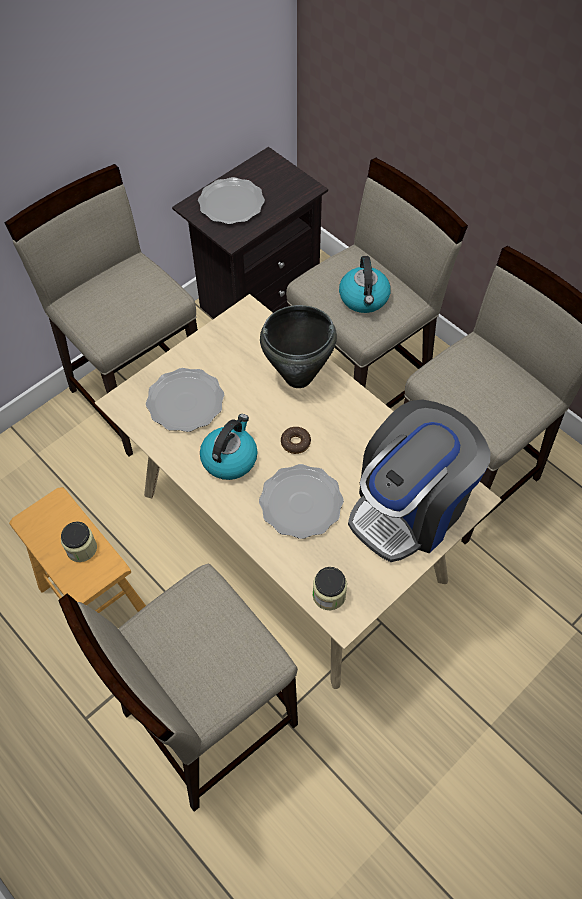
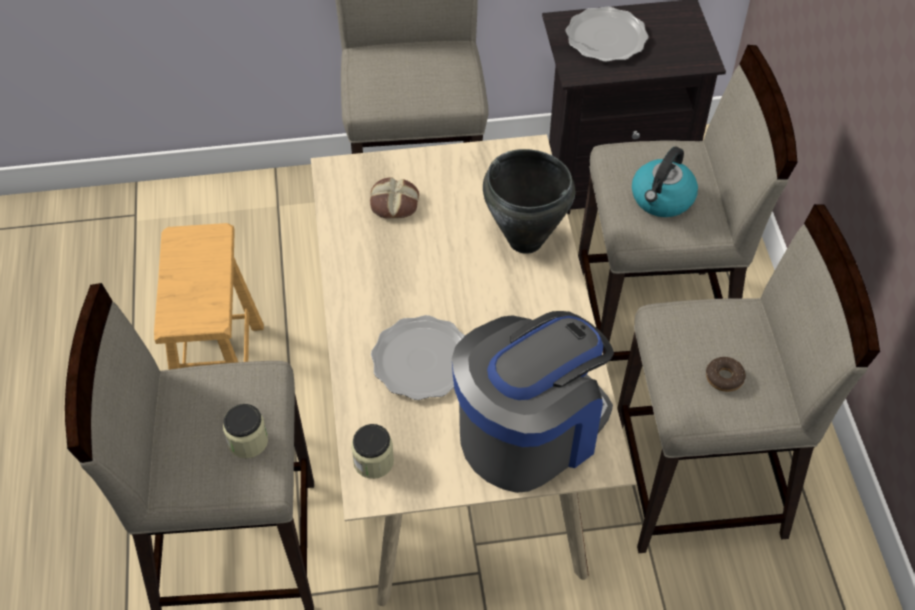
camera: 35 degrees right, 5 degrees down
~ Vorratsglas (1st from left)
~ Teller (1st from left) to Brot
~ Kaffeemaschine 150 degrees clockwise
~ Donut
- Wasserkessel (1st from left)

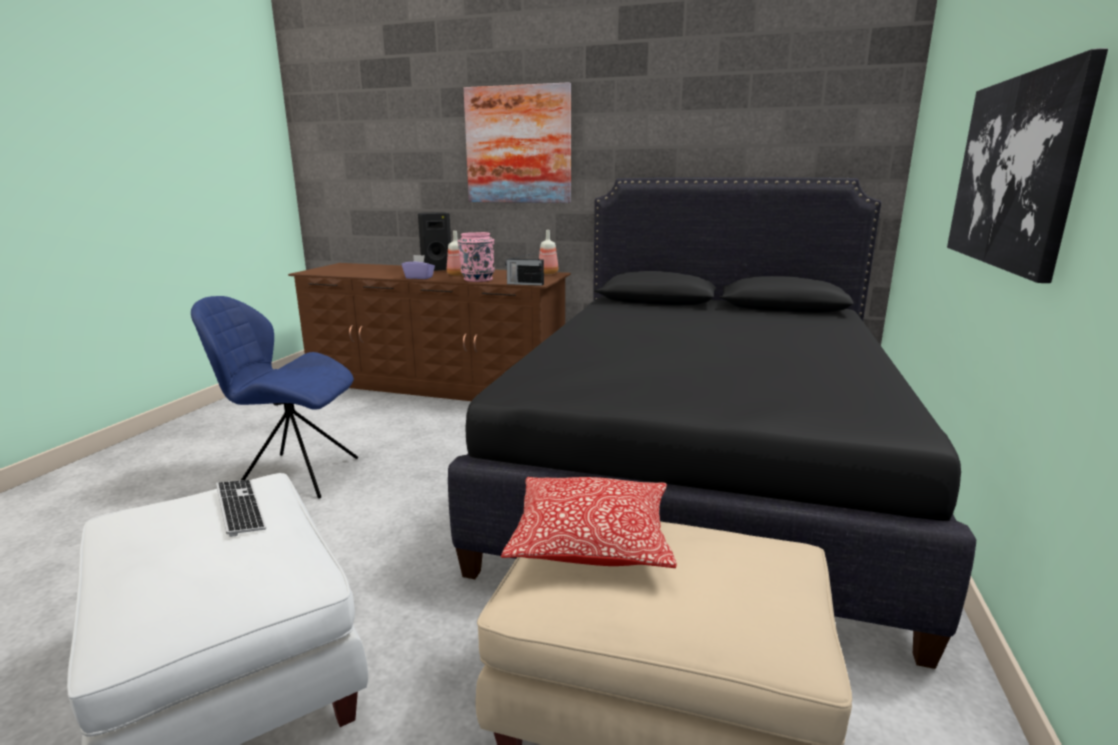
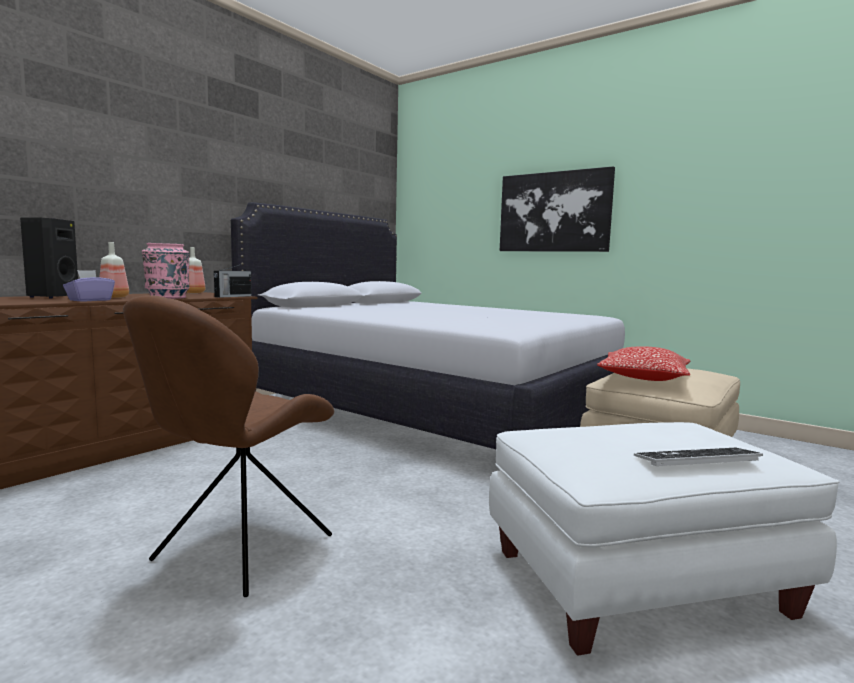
camera: 70 degrees left, 10 degrees down
~ Stuhl (blau) to Stuhl (braun)
~ Bett (schwarz) to Bett (weiß)
~ Tastatur
- Bild (1st from left)

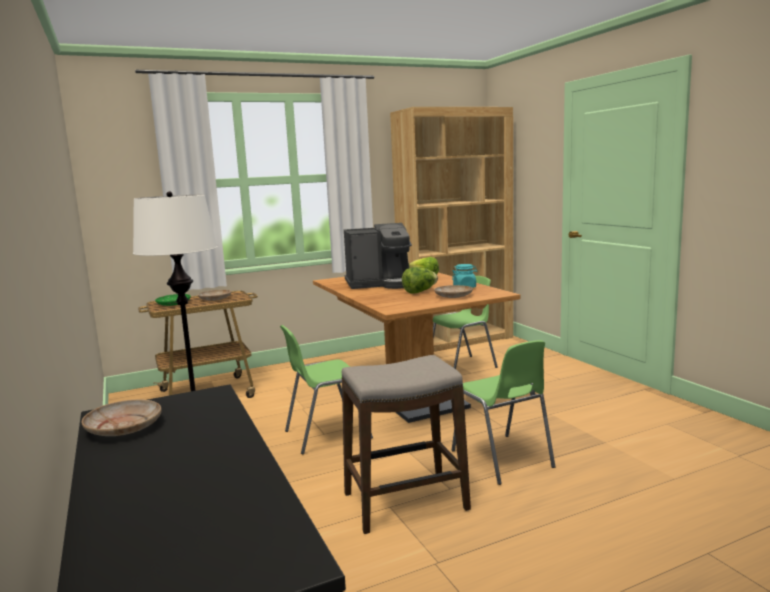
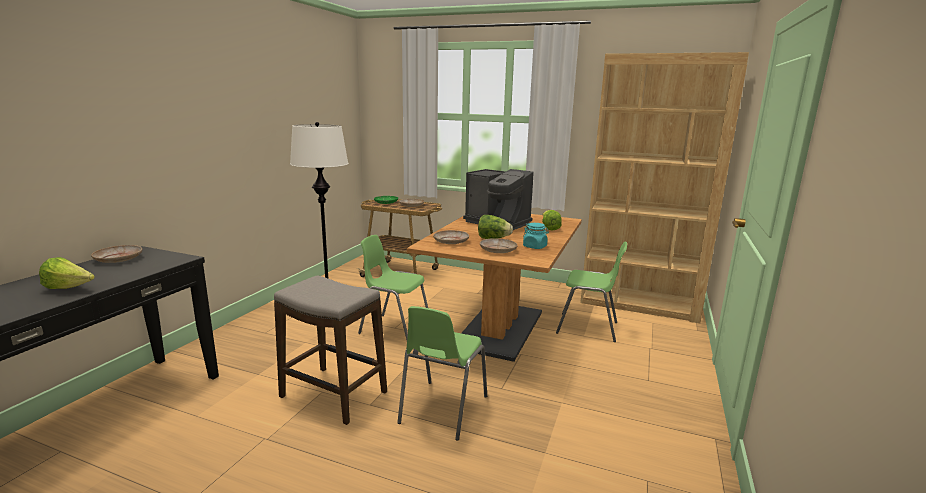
camera: 45 degrees right, 5 degrees up
+ Salatkopf (1st from left)
+ Teller (beige) (3rd from left)

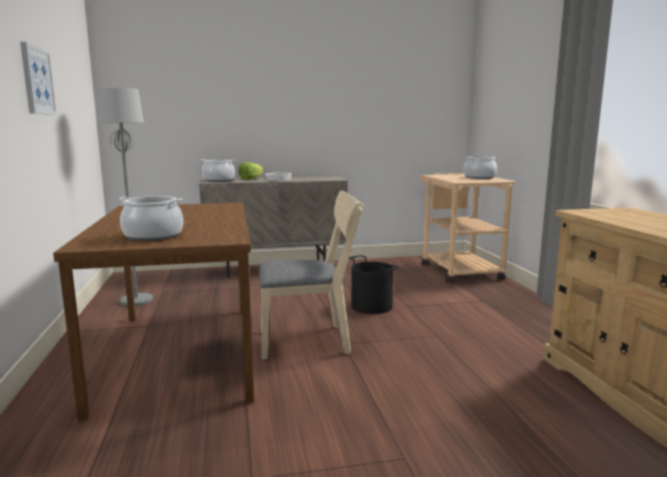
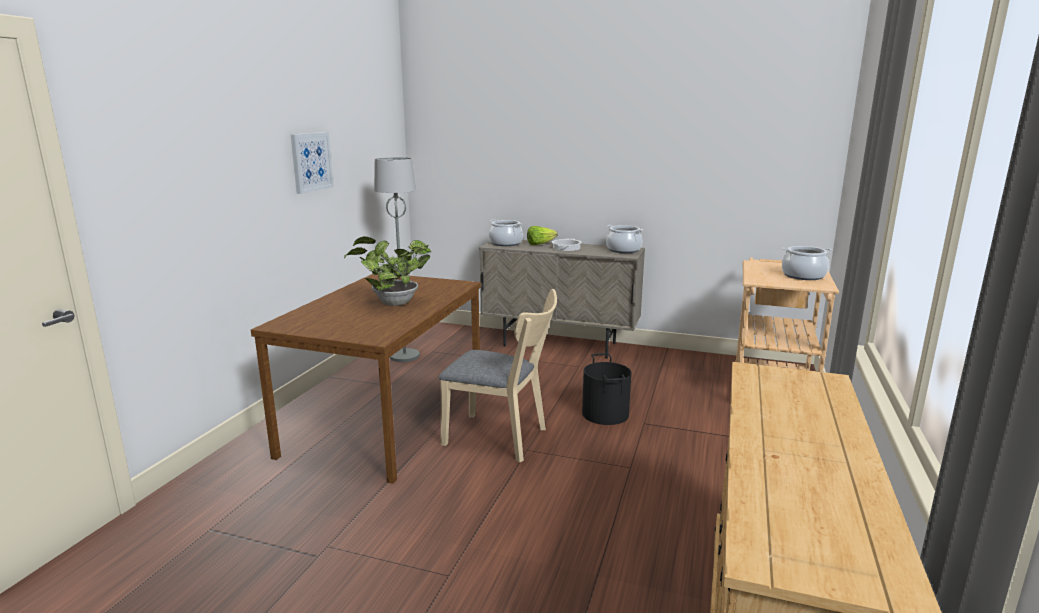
camera: 30 degrees right, 5 degrees up
+ Topfpflanze
~ Kochtopf (1st from left in the first image) to Kochtopf (3rd from left)

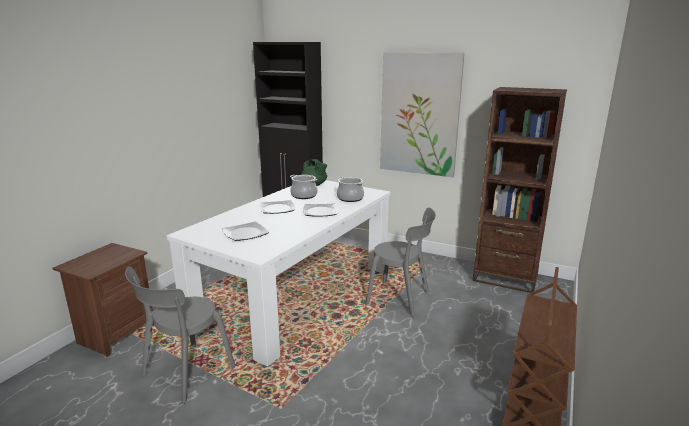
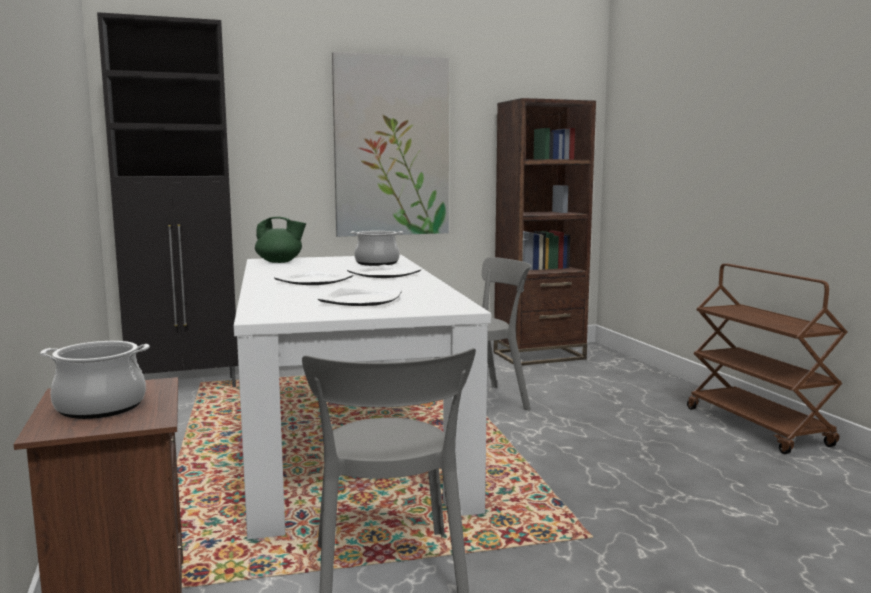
camera: 45 degrees left, 10 degrees down
~ Kochtopf (1st from left)

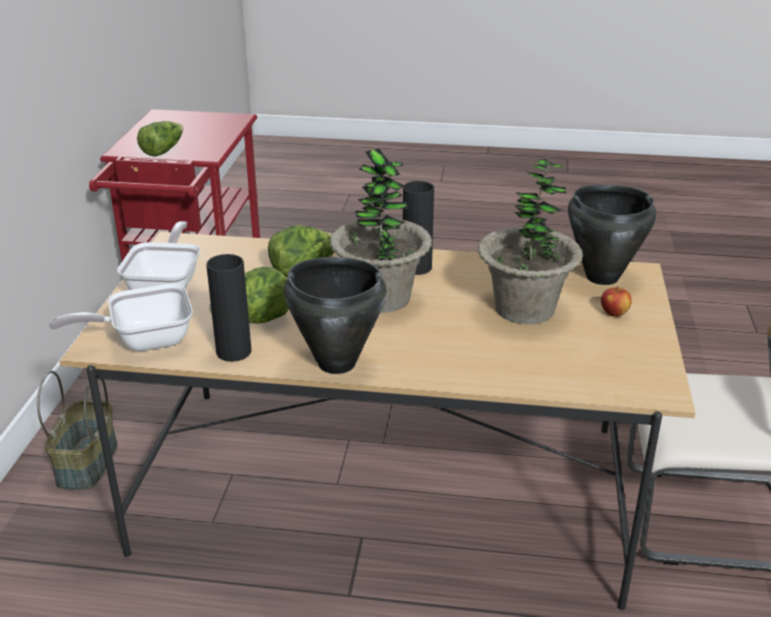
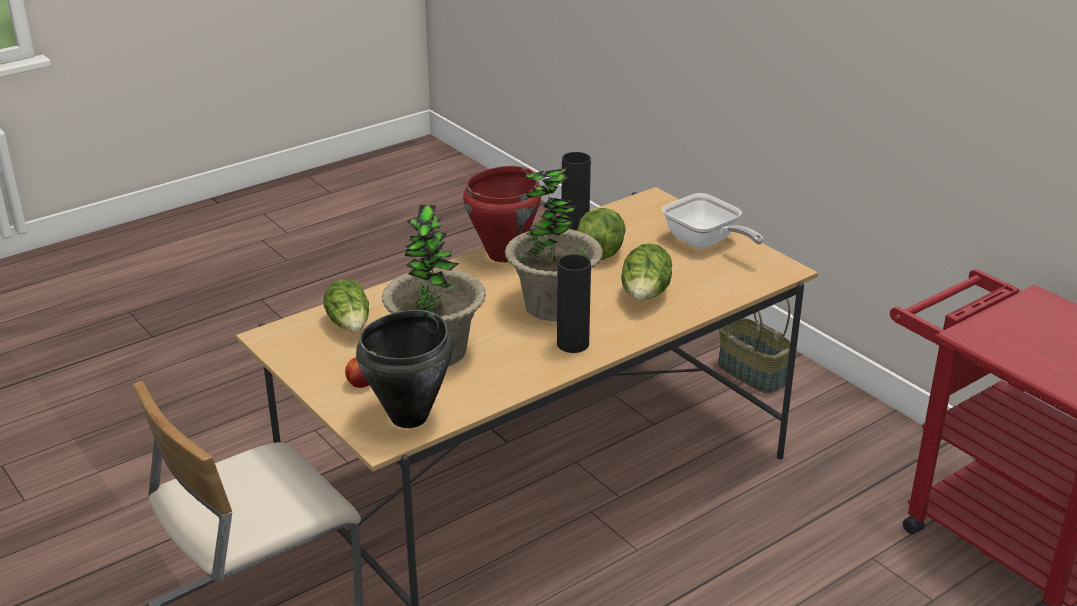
camera: 135 degrees right, 0 degrees up
~ Salatkopf (1st from left)
~ Kochtopf (schwarz) (1st from left) to Kochtopf (rot)
- Pfanne (1st from left)

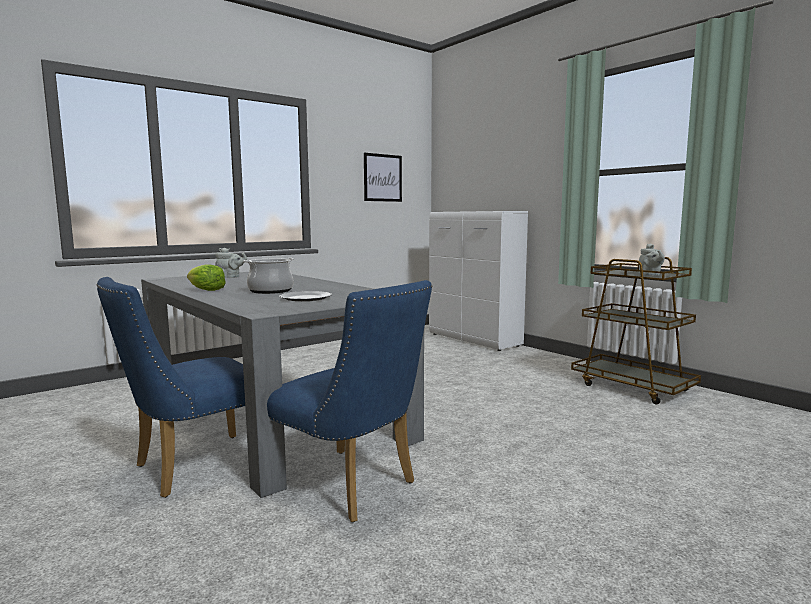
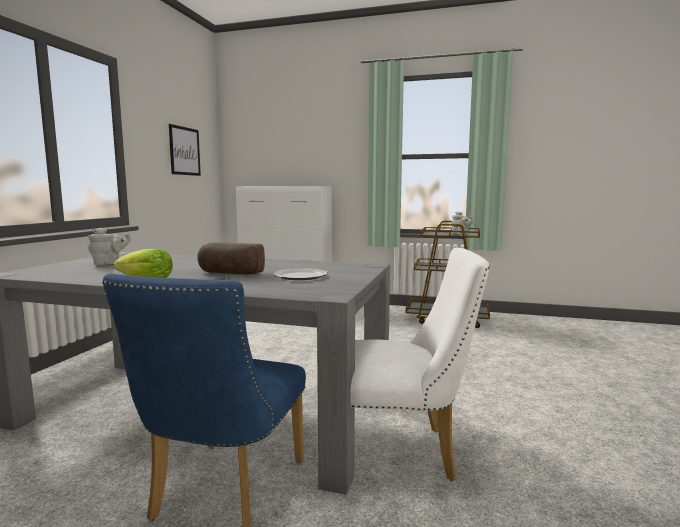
camera: 35 degrees left, 0 degrees up
~ Kochtopf to Brot
~ Stuhl (blau) (2nd from left) to Stuhl (weiß)

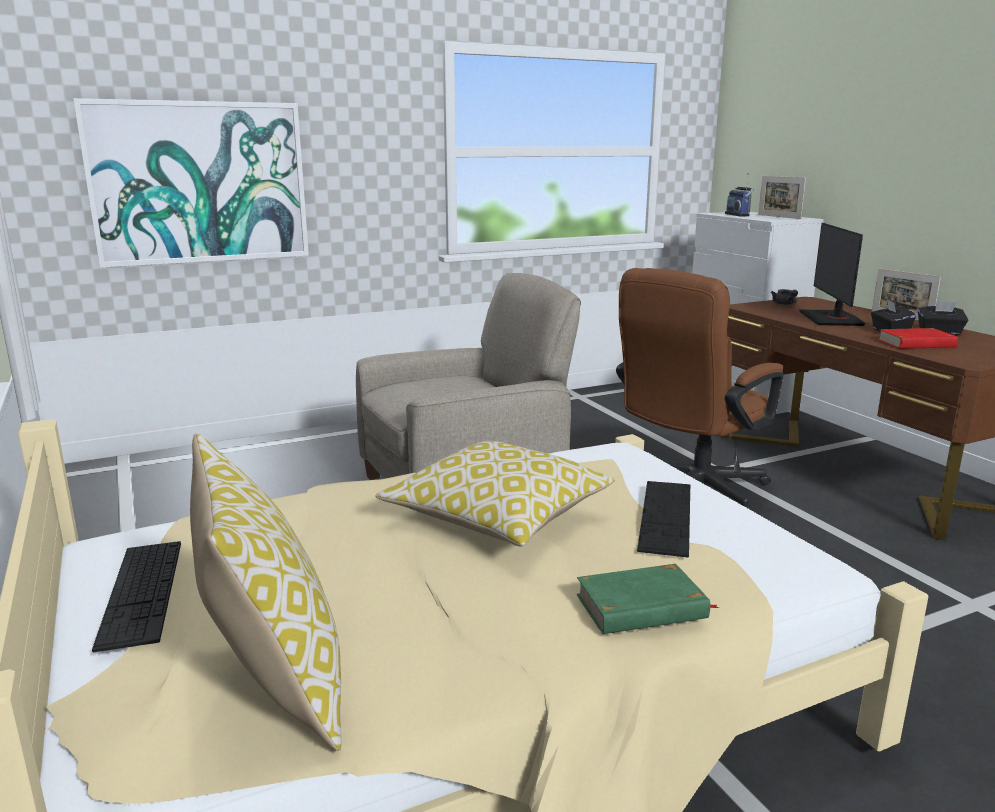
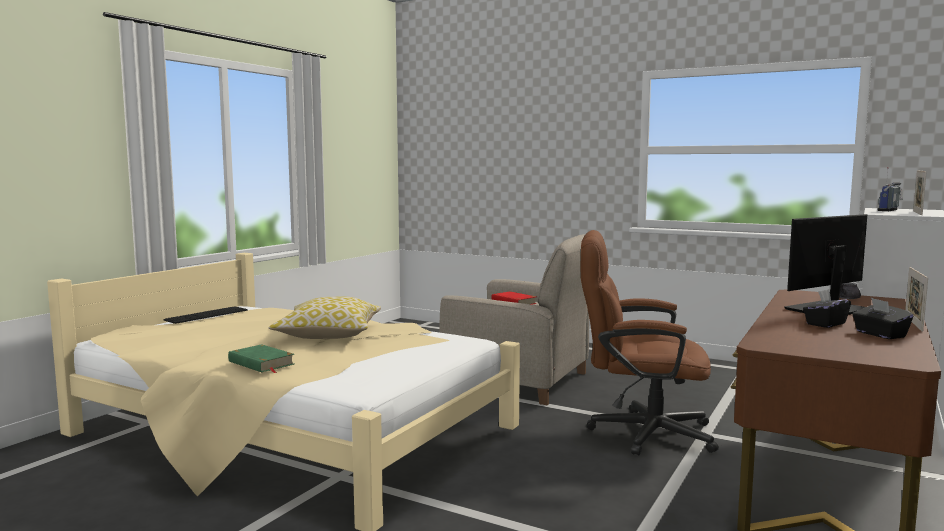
camera: 55 degrees right, 10 degrees down
~ Buch (rot)
- Bild
- Kissen (1st from left)
- Tastatur (2nd from left)

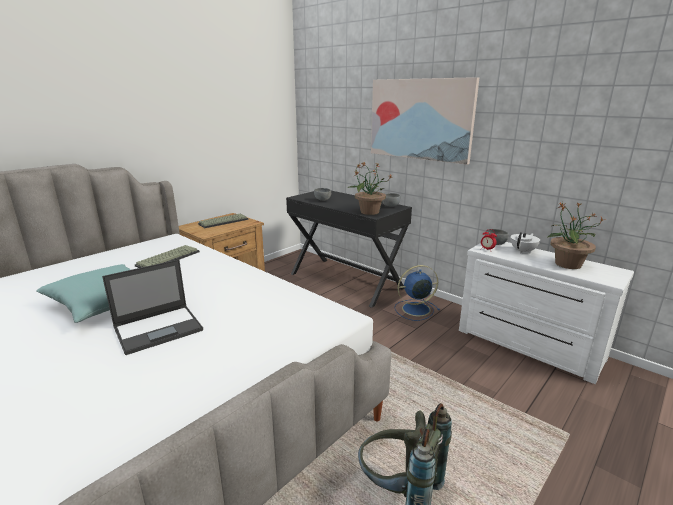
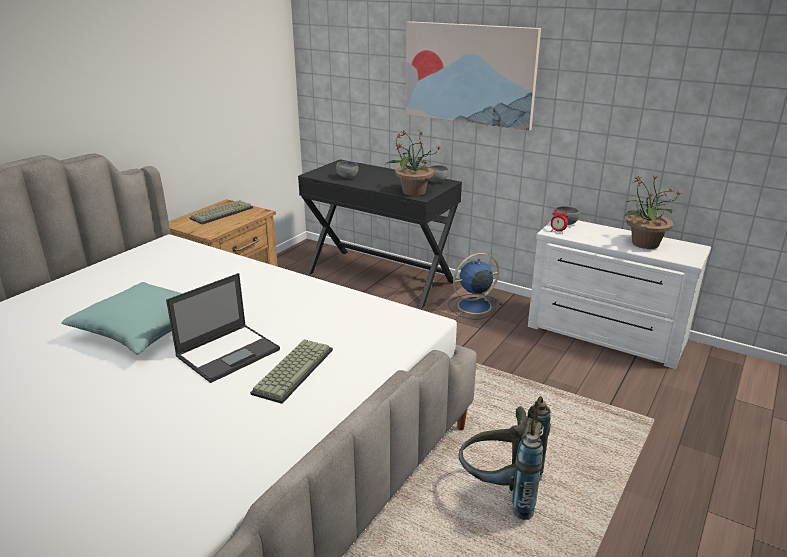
camera: 10 degrees left, 5 degrees up
~ Tastatur (1st from left in the first image) to Tastatur (2nd from left)
- Teekanne (weiß)

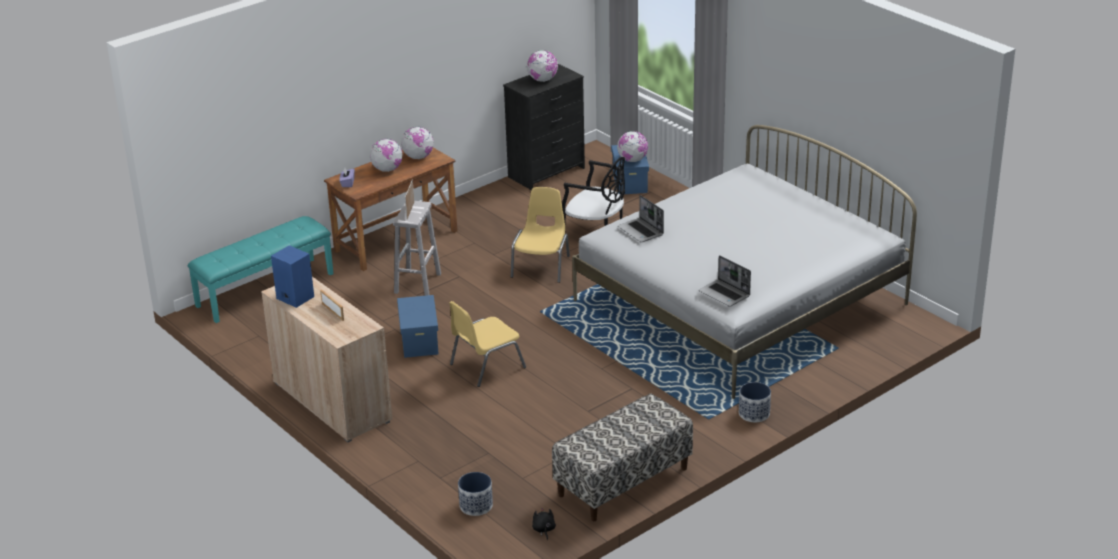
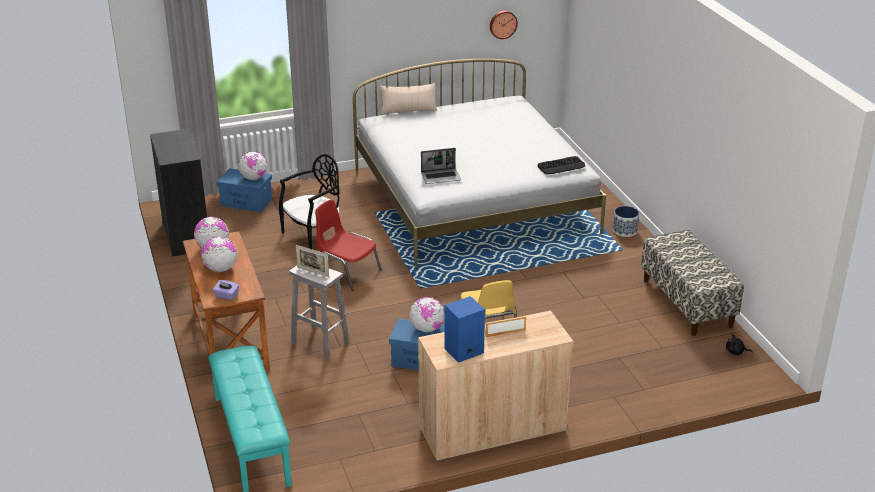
camera: 70 degrees left, 0 degrees up
~ Stuhl (gelb) (2nd from left) to Stuhl (rot)
+ Kissen (beige)
~ Globus (3rd from left in the first image) to Globus (4th from left)
+ Wanduhr
~ Laptop (2nd from left) to Tastatur
- Pflanzkübel (1st from left)

